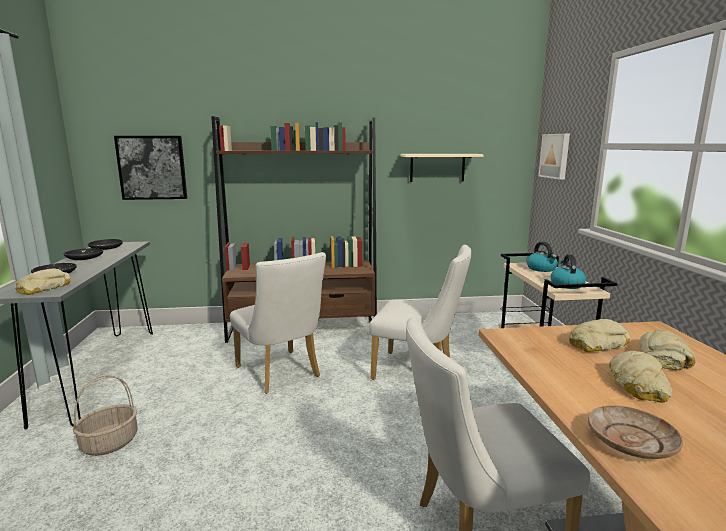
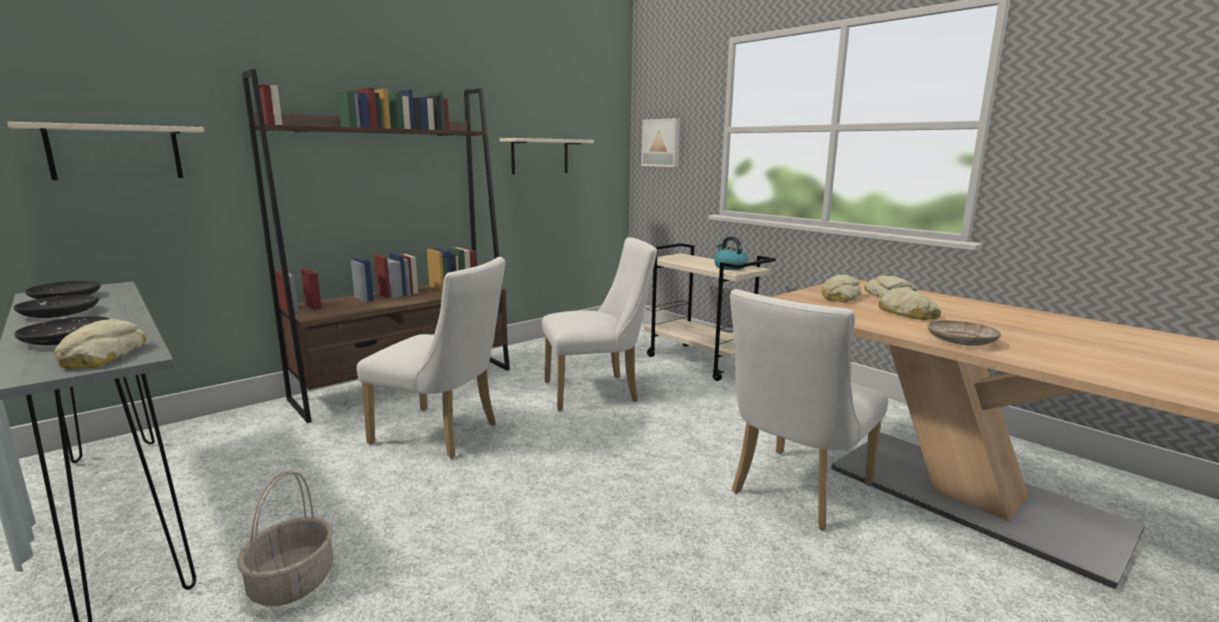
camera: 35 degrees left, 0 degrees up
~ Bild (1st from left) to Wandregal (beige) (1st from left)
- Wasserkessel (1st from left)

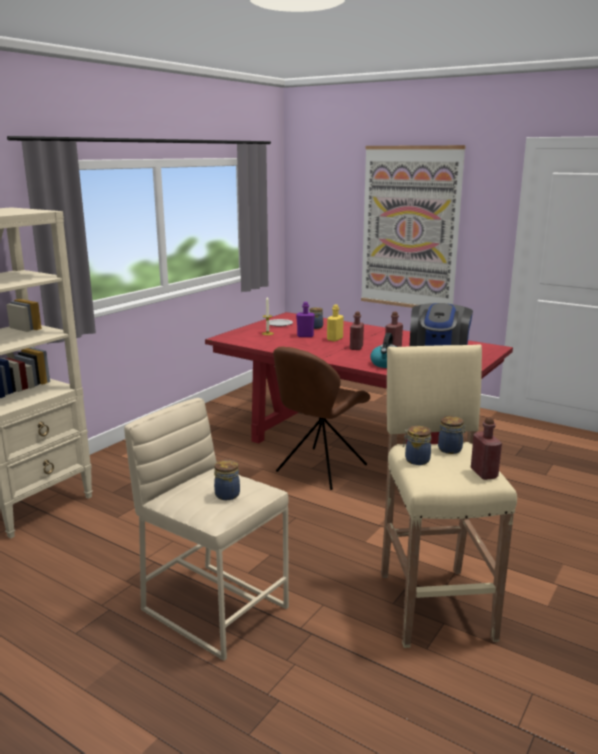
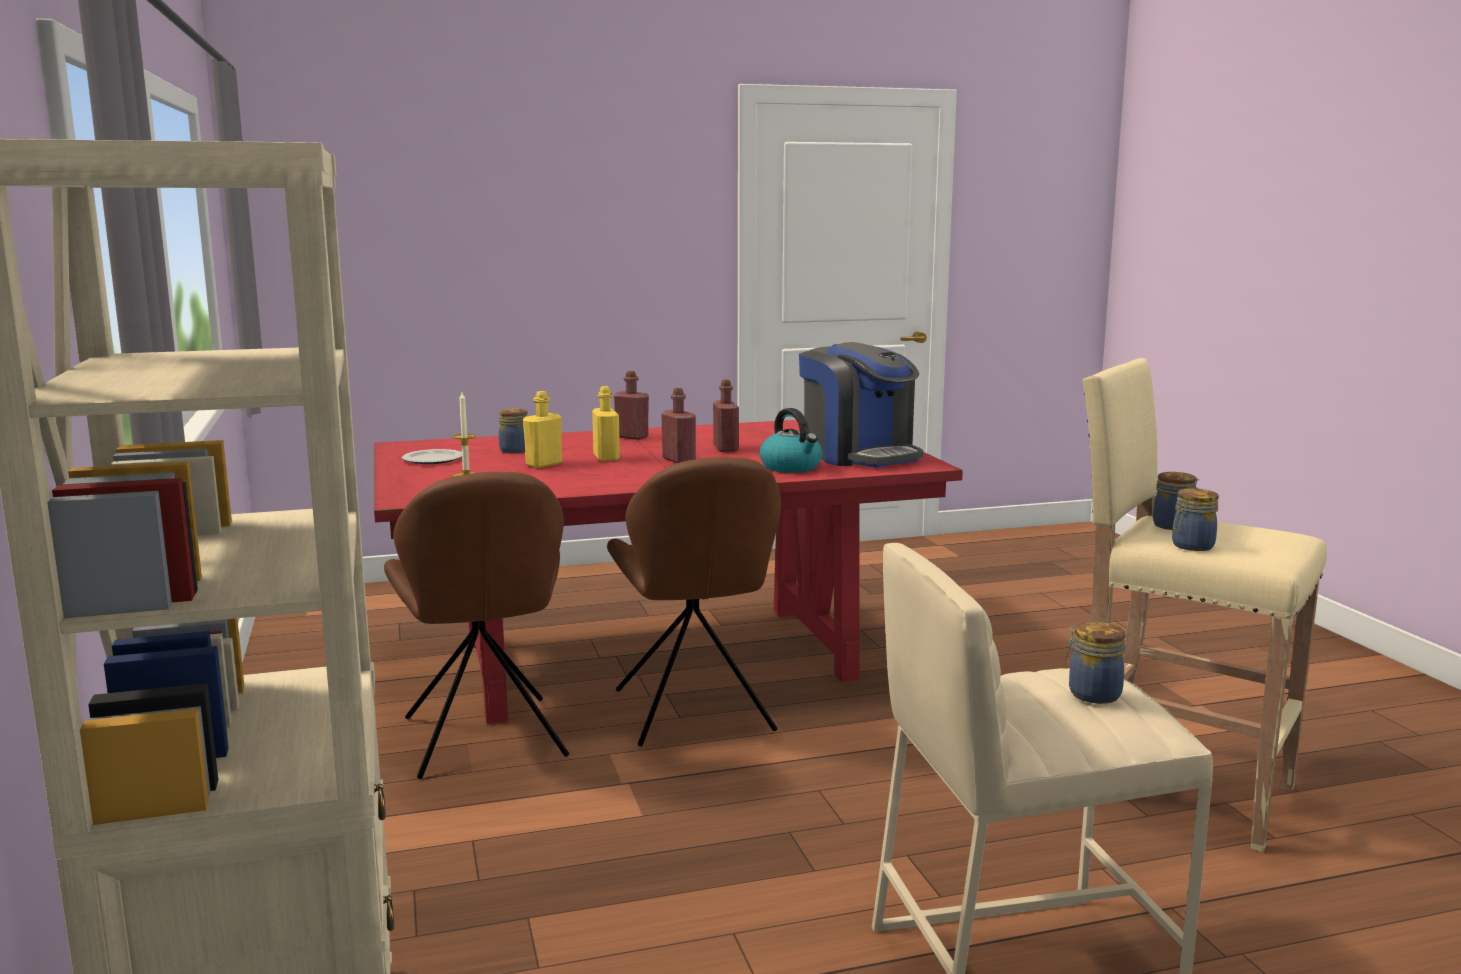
camera: 50 degrees left, 5 degrees down
+ Stuhl (braun) (1st from left)
~ Flasche (lila) to Flasche (gelb) (1st from left)
~ Flasche (rot) (3rd from left in the first image) to Flasche (rot) (1st from left)
- Bild

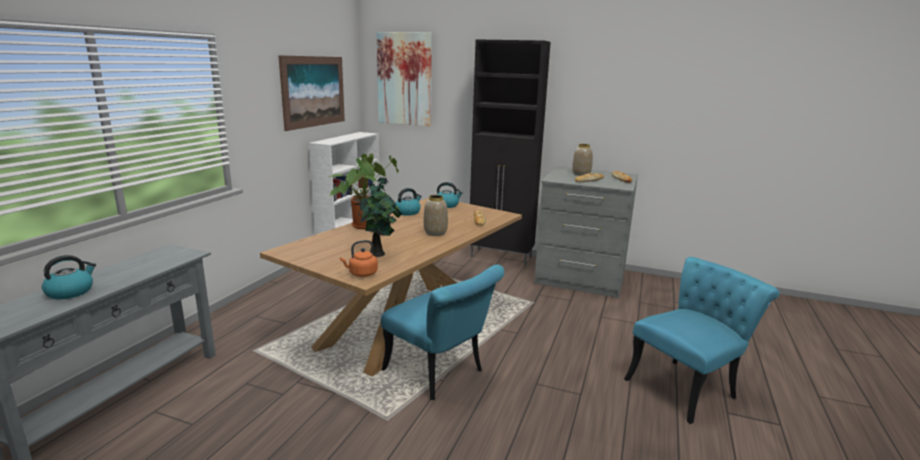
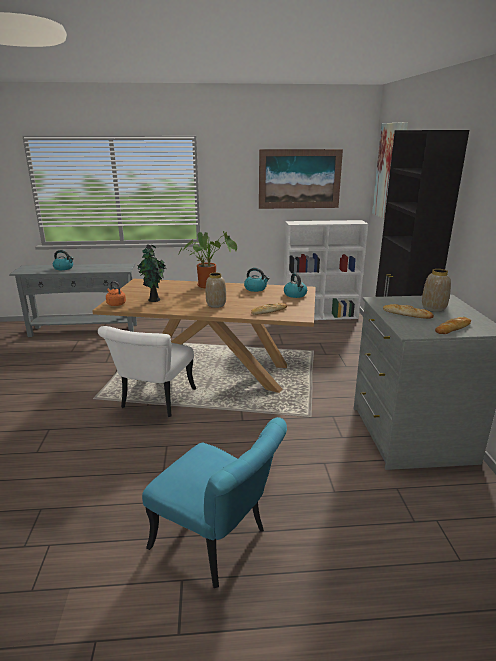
camera: 65 degrees right, 5 degrees up
~ Stuhl (türkis) (1st from left) to Stuhl (weiß)

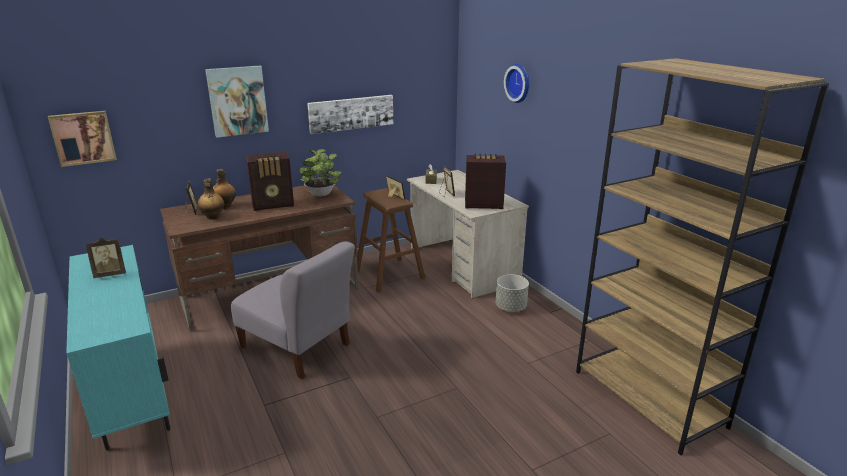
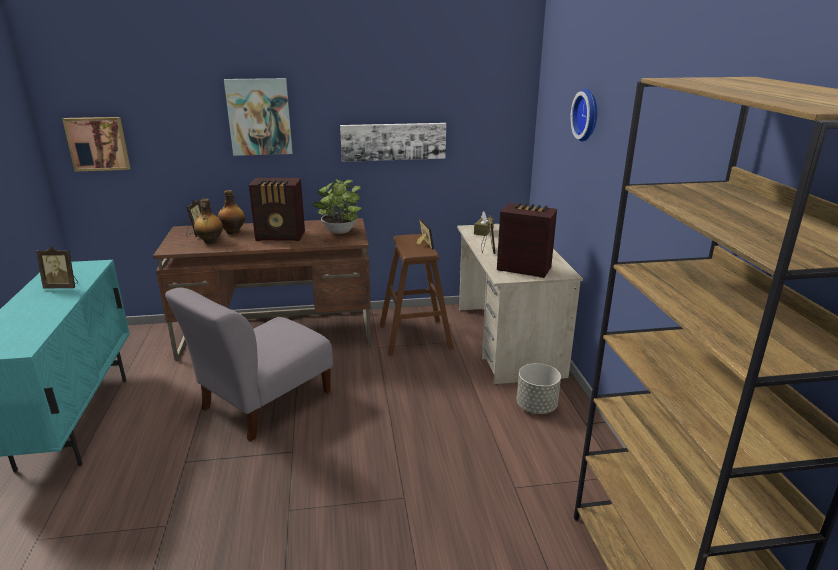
camera: 20 degrees right, 0 degrees up
~ Stuhl (grau) 75 degrees clockwise

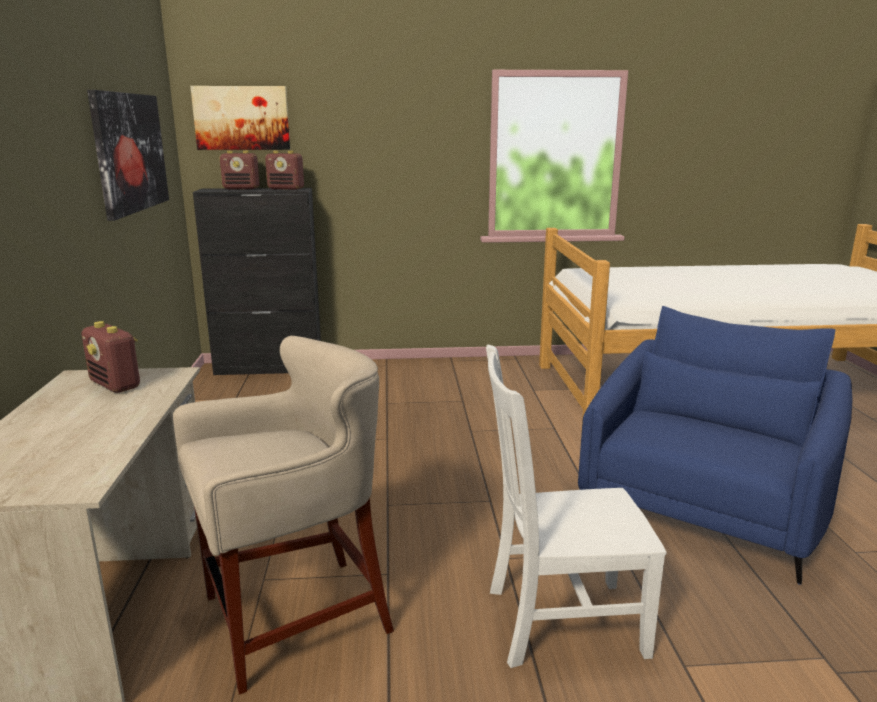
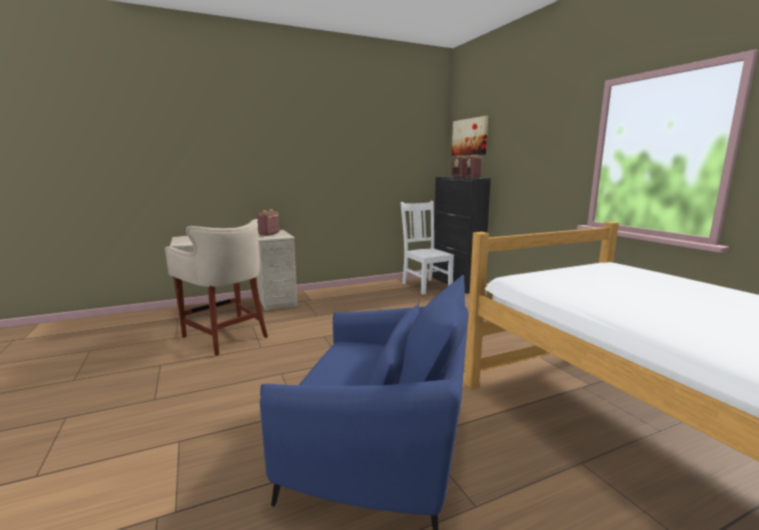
camera: 70 degrees right, 5 degrees down
~ Stuhl (weiß)
- Bild (1st from left)

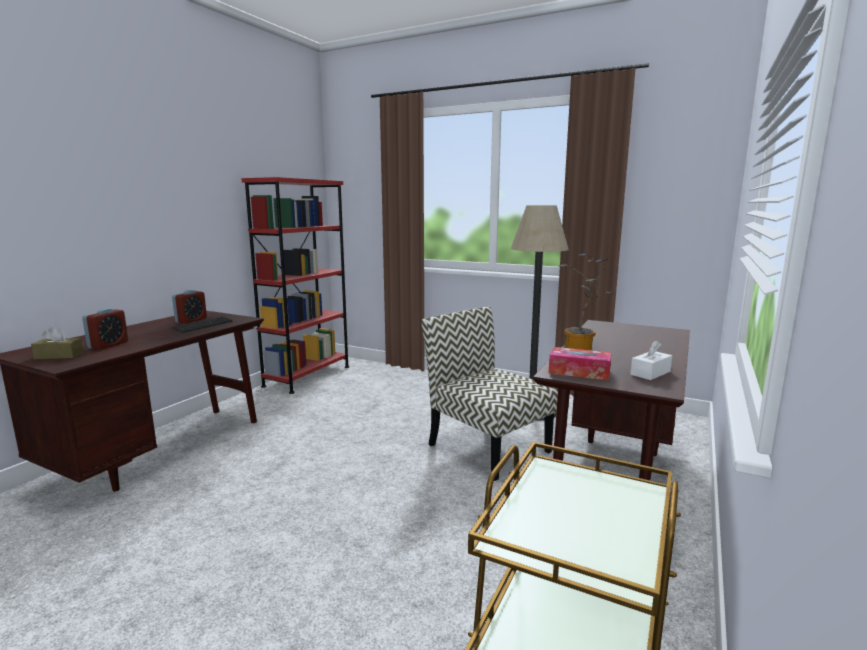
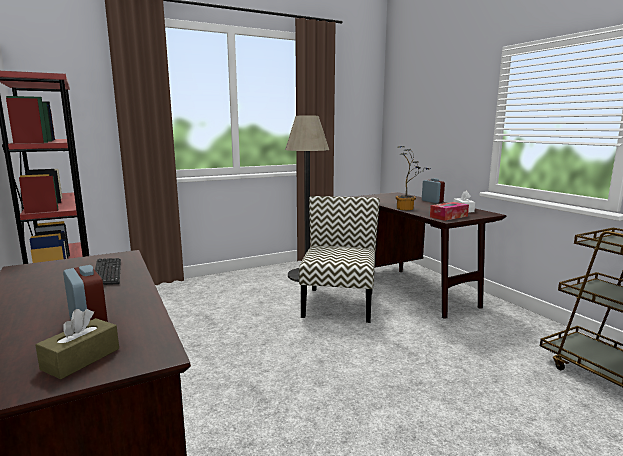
camera: 55 degrees left, 0 degrees up
~ Stuhl 105 degrees clockwise
~ Wecker (2nd from left)

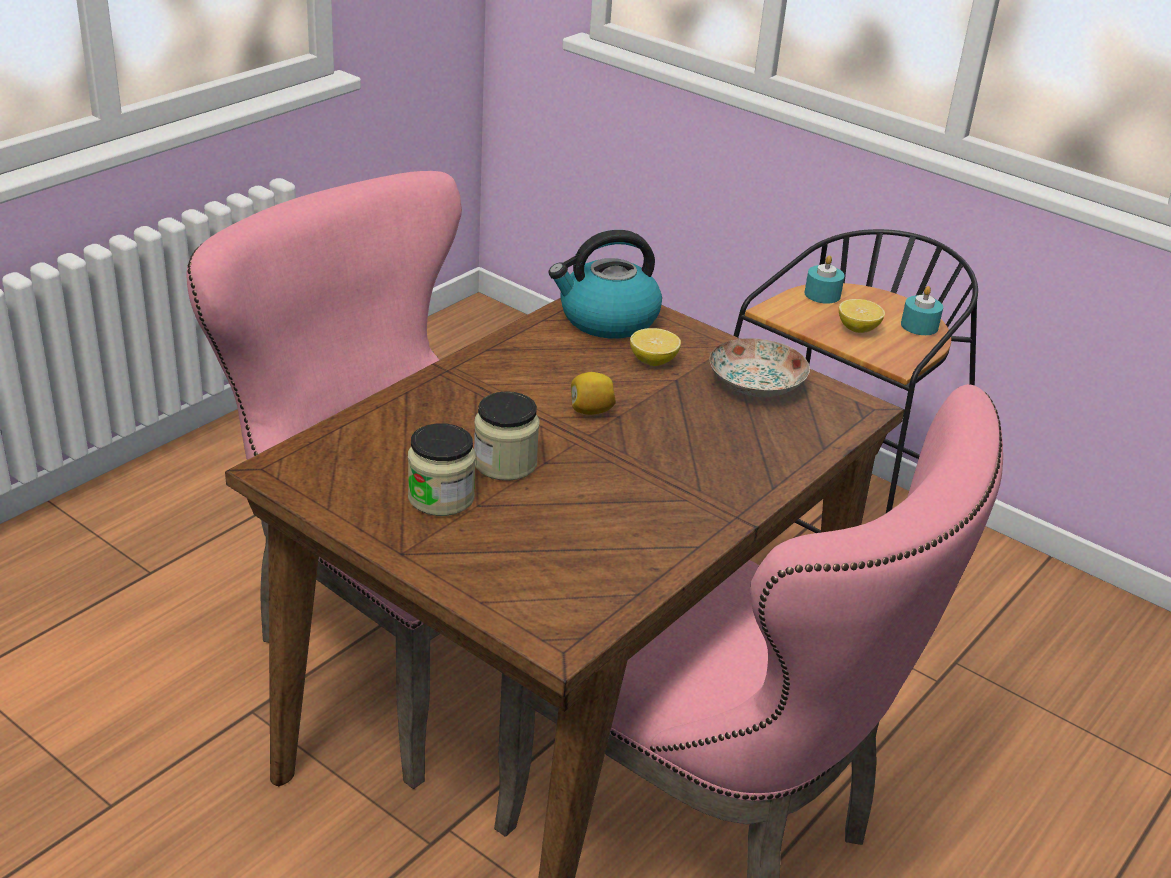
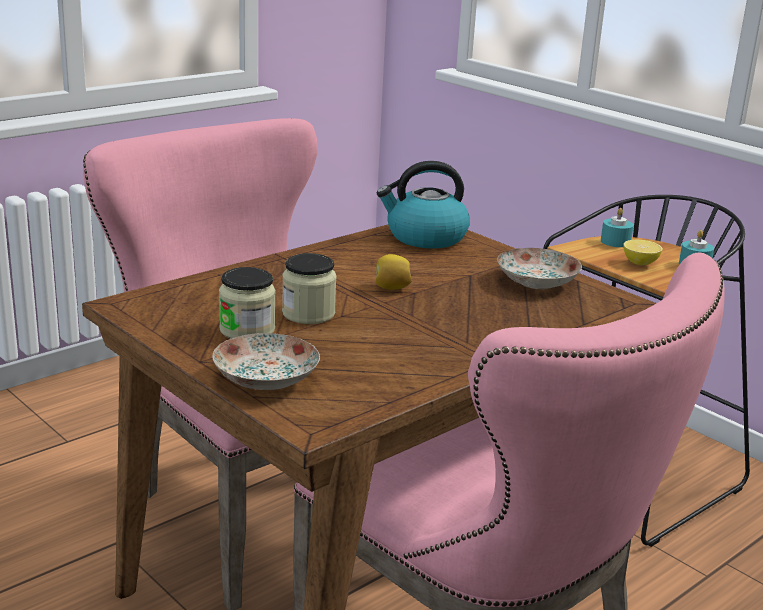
camera: 10 degrees right, 10 degrees down
+ Teller (1st from left)
- Zitrone (2nd from left)

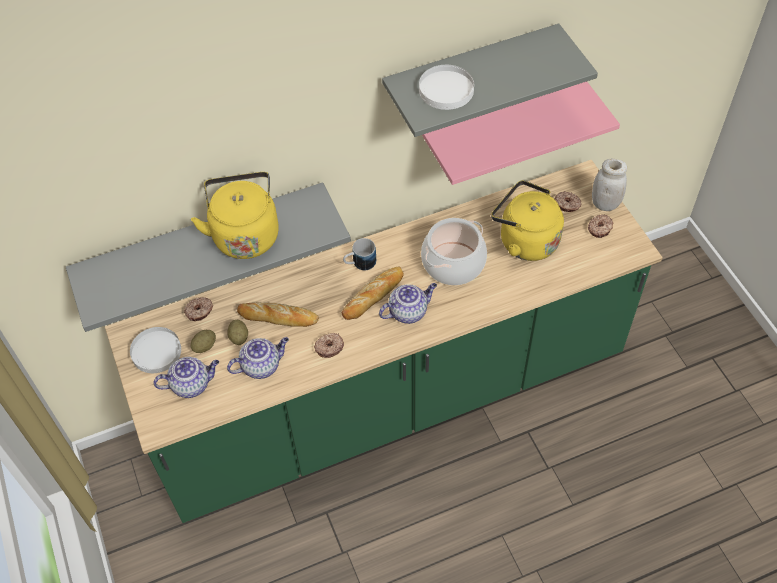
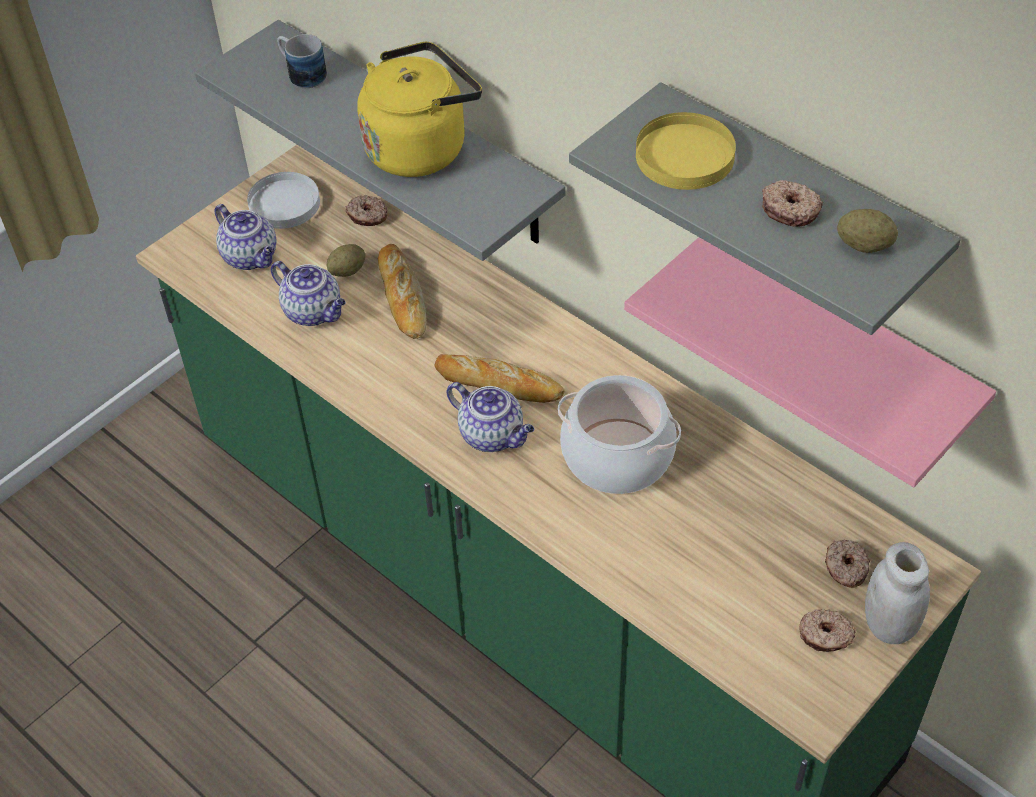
camera: 65 degrees right, 5 degrees down
~ Henkelbecher
~ Teller (weiß) (2nd from left) to Teller (gelb)
~ Donut (2nd from left)
~ Kartoffel (1st from left in the first image) to Kartoffel (2nd from left)
- Wasserkessel (gelb) (2nd from left)

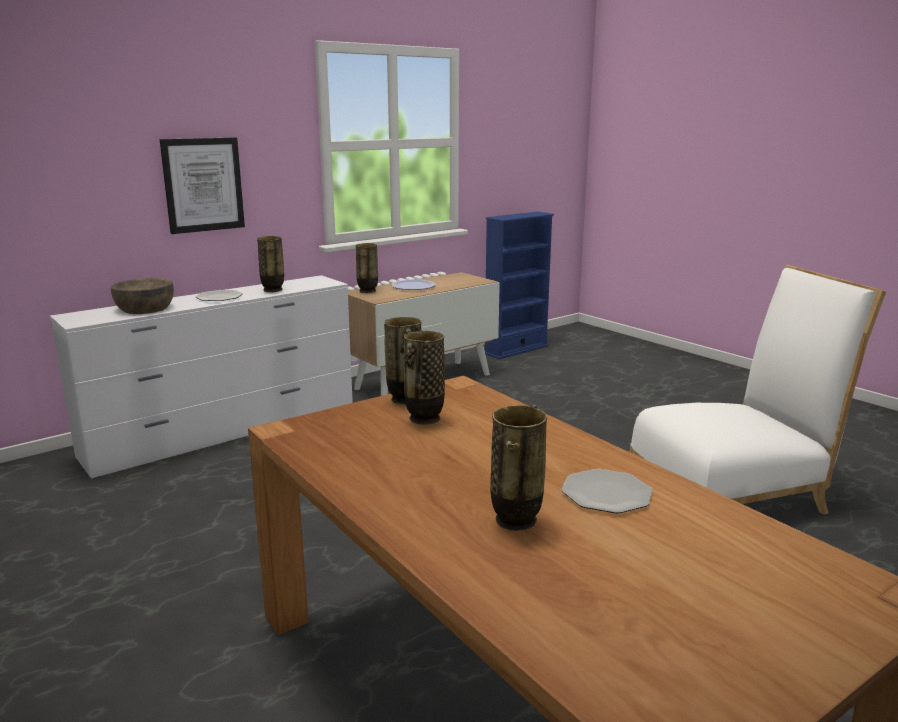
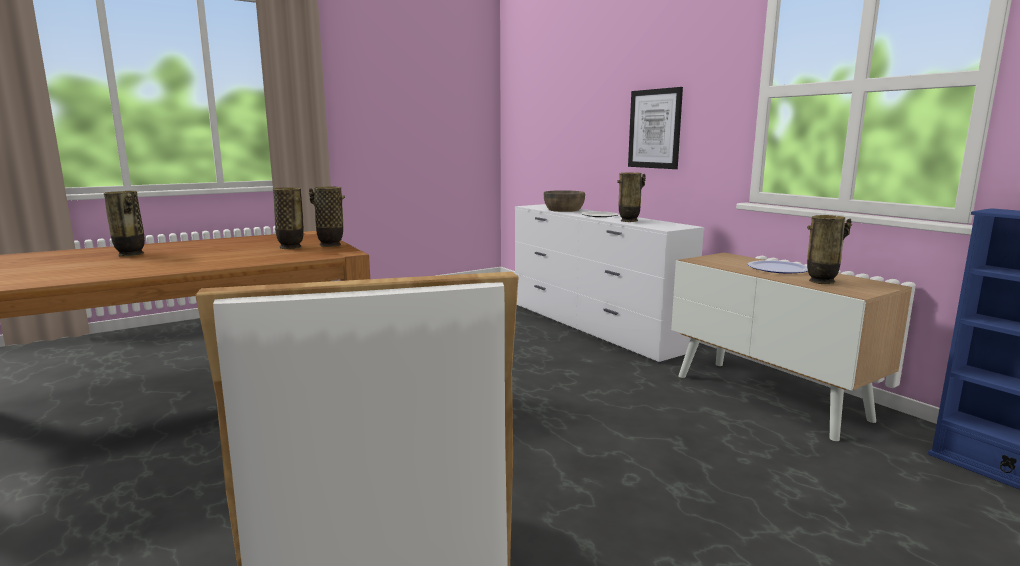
camera: 95 degrees right, 5 degrees down
~ Vase (2nd from left in the first image) to Vase (5th from left)
- Teller (3rd from left)

